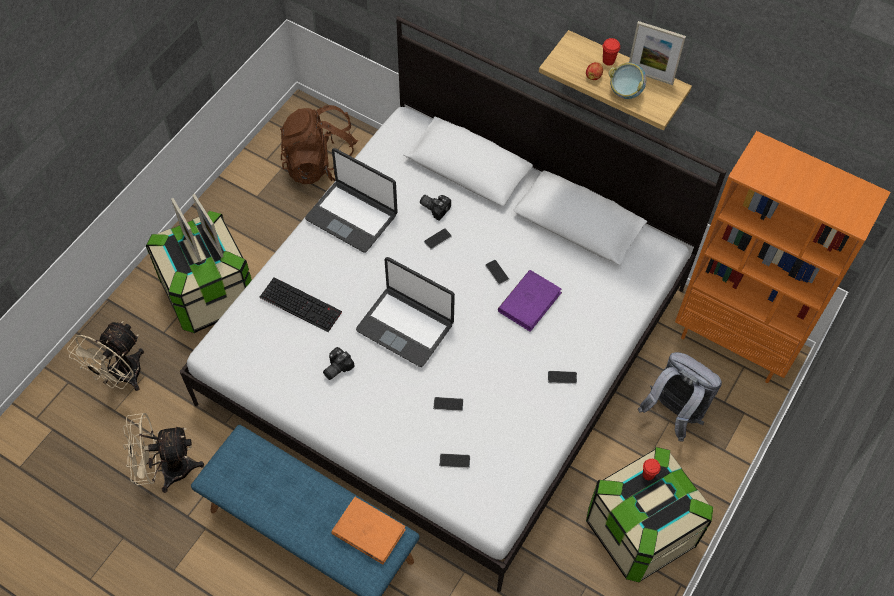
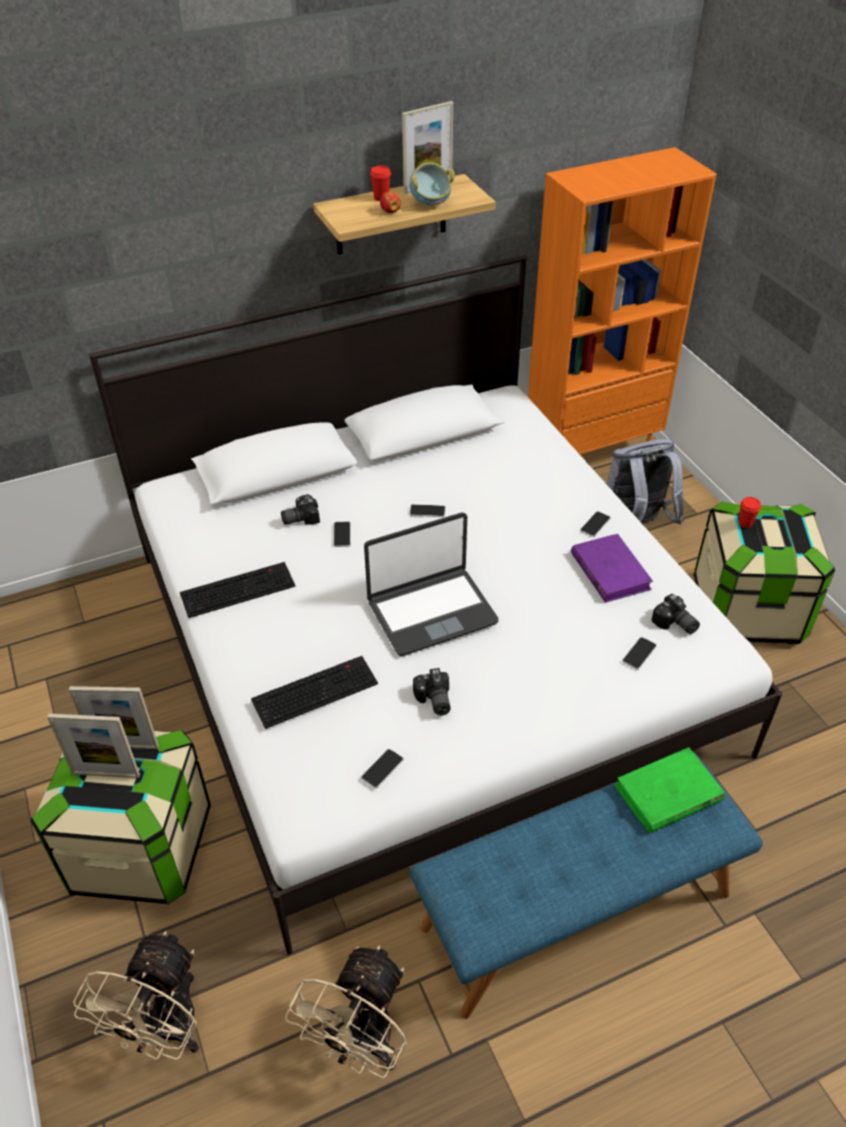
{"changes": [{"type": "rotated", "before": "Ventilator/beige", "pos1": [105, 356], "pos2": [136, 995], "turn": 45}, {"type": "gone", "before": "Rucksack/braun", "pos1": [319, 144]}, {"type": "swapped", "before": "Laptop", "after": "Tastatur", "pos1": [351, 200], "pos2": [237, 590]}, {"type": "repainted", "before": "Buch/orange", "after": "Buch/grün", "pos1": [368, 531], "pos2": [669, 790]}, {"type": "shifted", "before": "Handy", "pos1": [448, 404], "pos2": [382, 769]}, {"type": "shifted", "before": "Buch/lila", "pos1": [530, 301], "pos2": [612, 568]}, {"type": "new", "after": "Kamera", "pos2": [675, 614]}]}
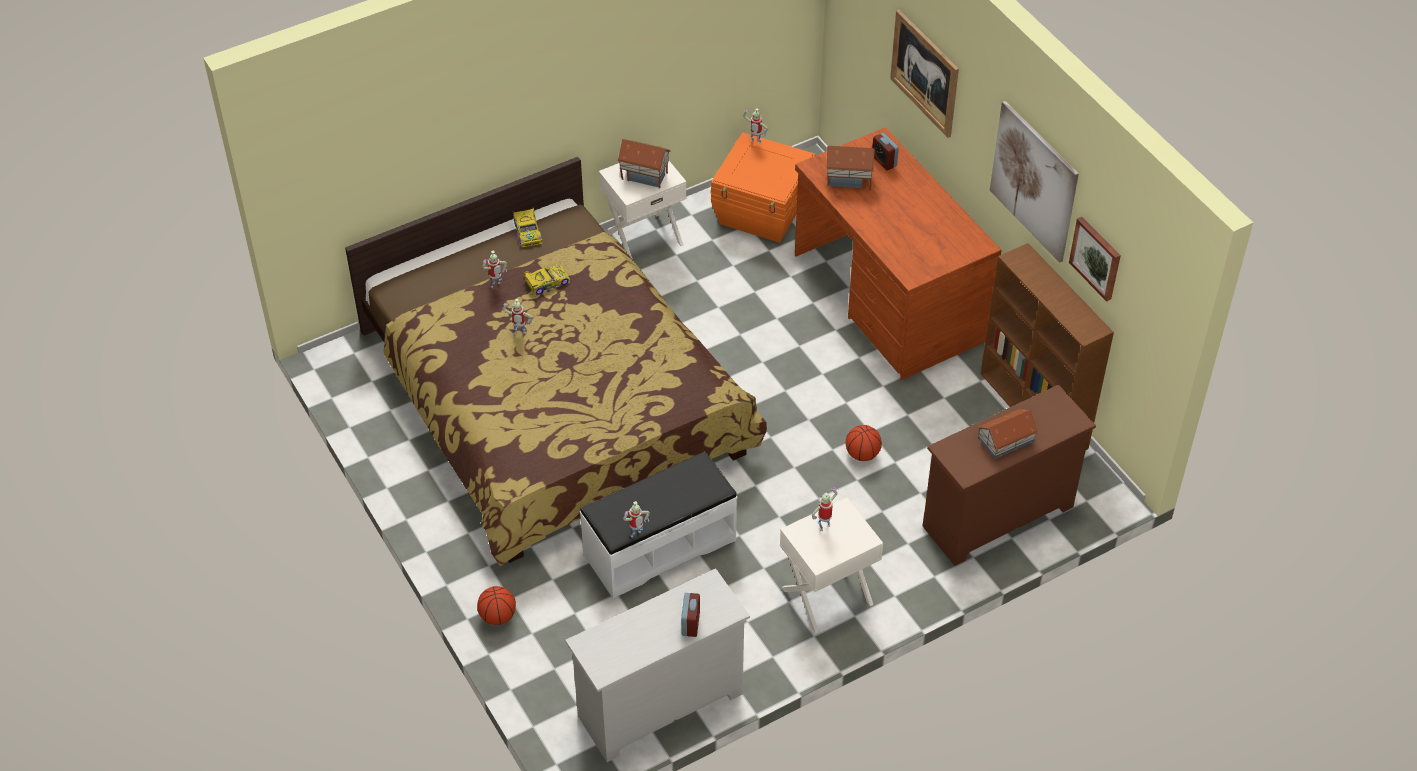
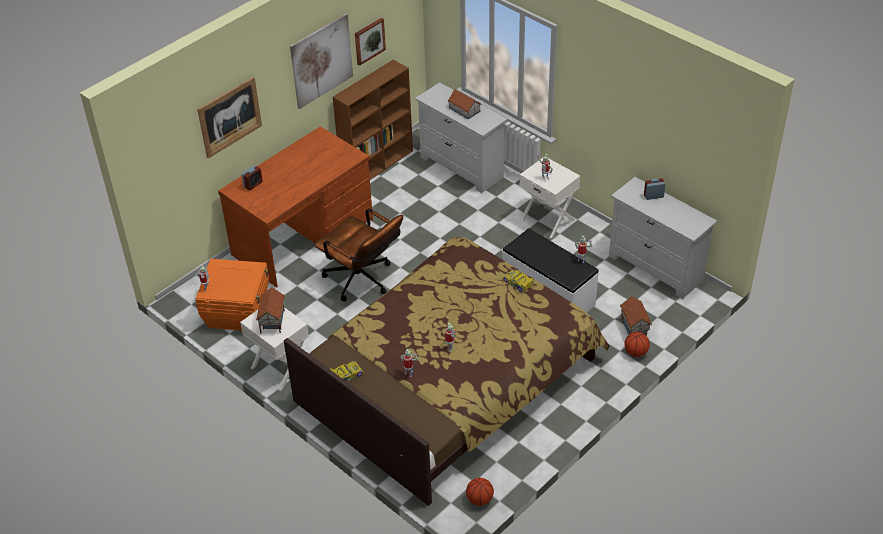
{"changes": [{"type": "shifted", "before": "Spielzeugauto", "pos1": [547, 280], "pos2": [518, 281]}, {"type": "shifted", "before": "Spielzeughaus", "pos1": [850, 168], "pos2": [636, 316]}, {"type": "shifted", "before": "Basketball", "pos1": [864, 443], "pos2": [480, 492]}, {"type": "repainted", "before": "Kommode/braun", "after": "Kommode/weiß", "pos1": [1009, 475], "pos2": [461, 137]}, {"type": "new", "after": "Bürostuhl/braun", "pos2": [358, 255]}]}
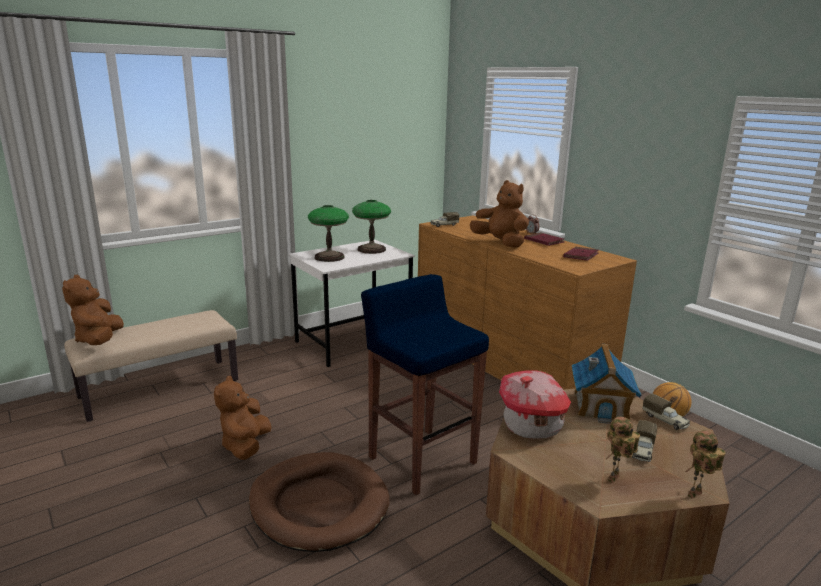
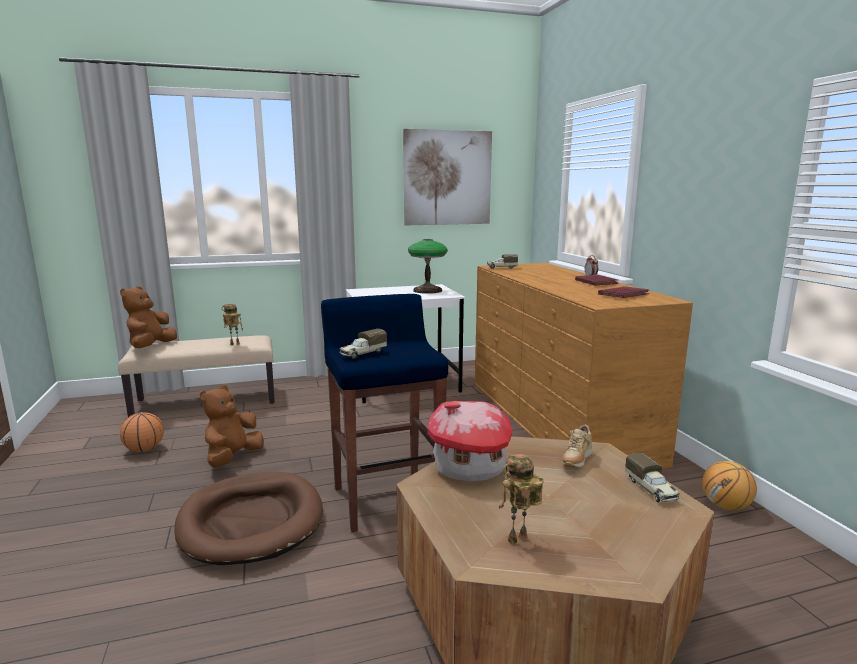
{"changes": [{"type": "gone", "before": "Tischlampe", "pos1": [328, 233]}, {"type": "gone", "before": "Plüschtier/braun", "pos1": [499, 214]}, {"type": "swapped", "before": "Spielzeughaus", "after": "Schuh/beige", "pos1": [607, 384], "pos2": [577, 446]}, {"type": "shifted", "before": "Spielzeuglaster", "pos1": [644, 441], "pos2": [363, 344]}, {"type": "shifted", "before": "Spielzeugroboter", "pos1": [705, 464], "pos2": [232, 324]}, {"type": "new", "after": "Basketball", "pos2": [142, 432]}, {"type": "new", "after": "Bild", "pos2": [447, 177]}]}
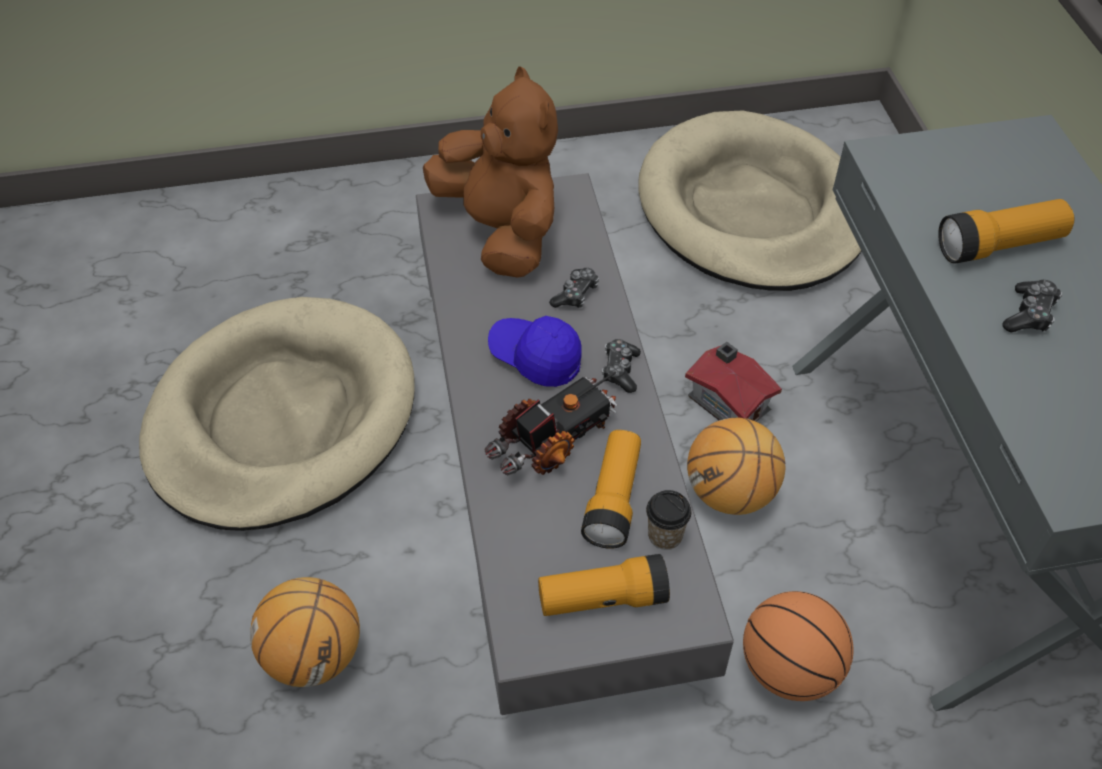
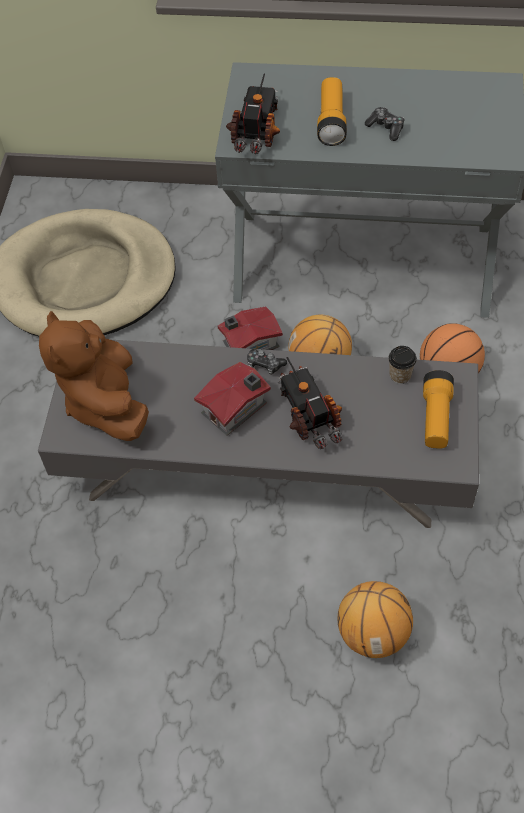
{"changes": [{"type": "gone", "before": "Hundebett/beige", "pos1": [277, 414]}, {"type": "rotated", "before": "Plüschtier/braun", "pos1": [490, 172], "pos2": [94, 376], "turn": -90}, {"type": "swapped", "before": "Kappe/blau", "after": "Spielzeughaus", "pos1": [534, 351], "pos2": [232, 399]}, {"type": "gone", "before": "Gamepad", "pos1": [574, 288]}, {"type": "gone", "before": "Taschenlampe", "pos1": [611, 489]}, {"type": "new", "after": "Spielzeuglaster", "pos2": [253, 113]}]}
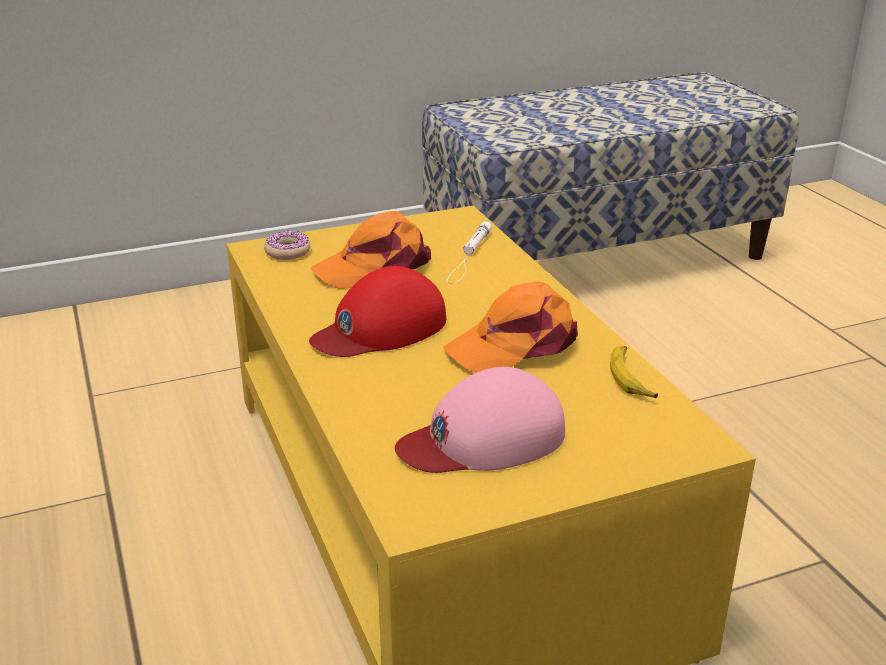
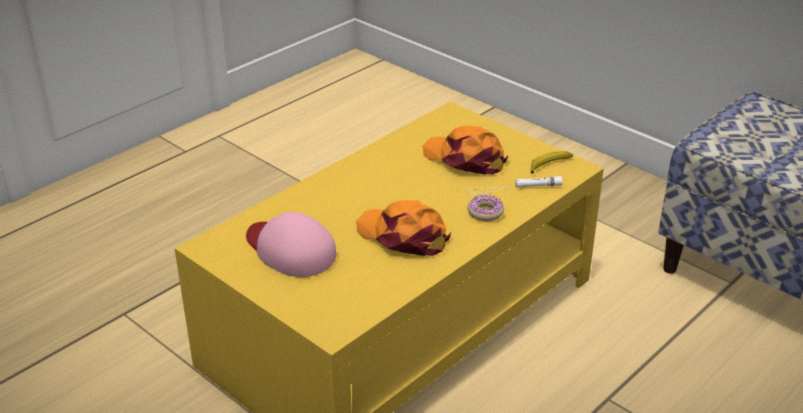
{"changes": [{"type": "shifted", "before": "Donut", "pos1": [287, 245], "pos2": [485, 208]}, {"type": "gone", "before": "Kappe/rot", "pos1": [377, 311]}, {"type": "shifted", "before": "Banane", "pos1": [634, 372], "pos2": [552, 162]}]}
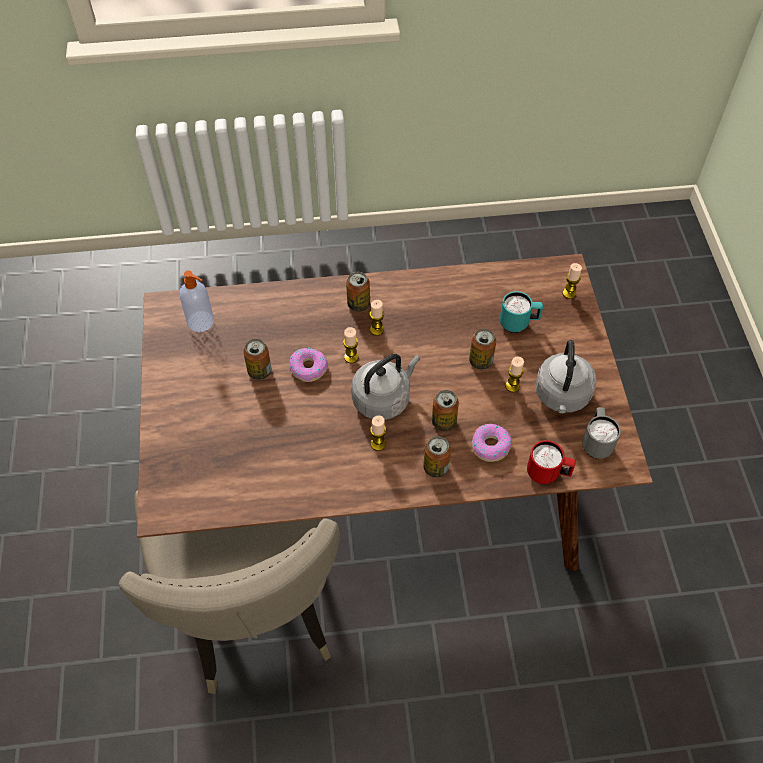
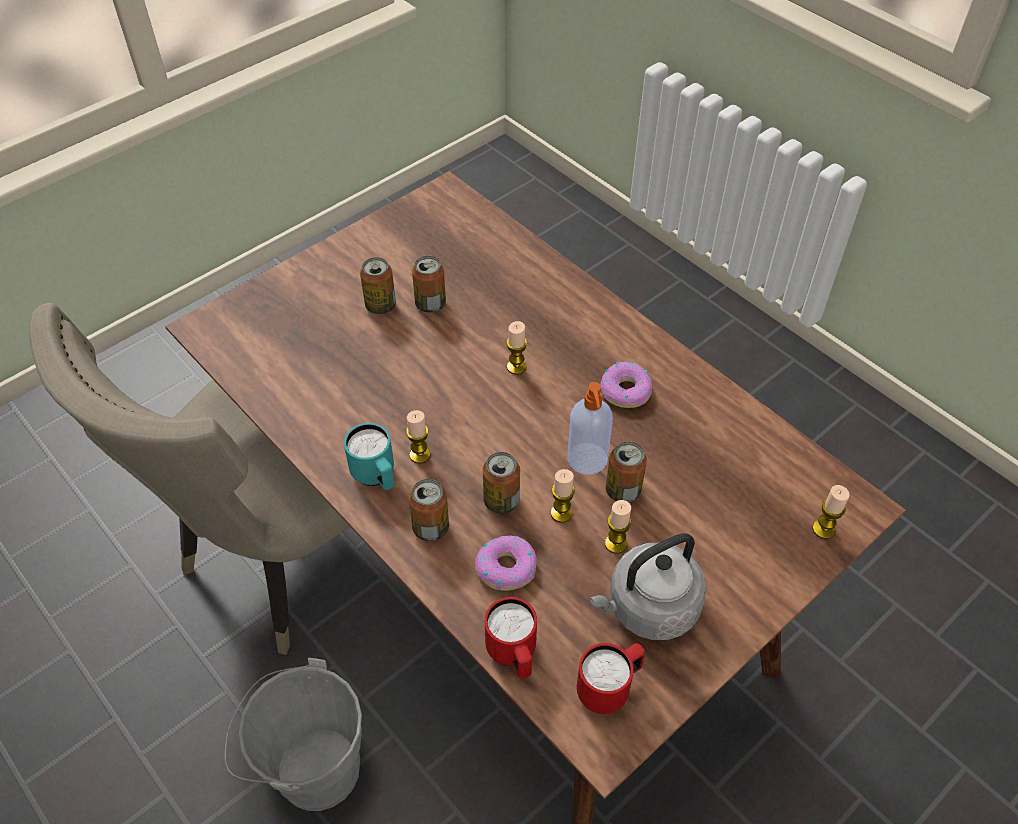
{"changes": [{"type": "shifted", "before": "Seifenspender", "pos1": [197, 301], "pos2": [590, 428]}, {"type": "shifted", "before": "Donut", "pos1": [308, 365], "pos2": [626, 385]}, {"type": "shifted", "before": "Dose", "pos1": [358, 292], "pos2": [378, 285]}, {"type": "gone", "before": "Wasserkessel/grau", "pos1": [385, 387]}, {"type": "shifted", "before": "Kerze", "pos1": [377, 318], "pos2": [563, 496]}, {"type": "shifted", "before": "Henkelbecher/türkis", "pos1": [521, 312], "pos2": [369, 456]}, {"type": "repainted", "before": "Henkelbecher/grau", "after": "Henkelbecher/rot", "pos1": [601, 433], "pos2": [611, 678]}, {"type": "new", "after": "Eimer/grau", "pos2": [293, 734]}]}
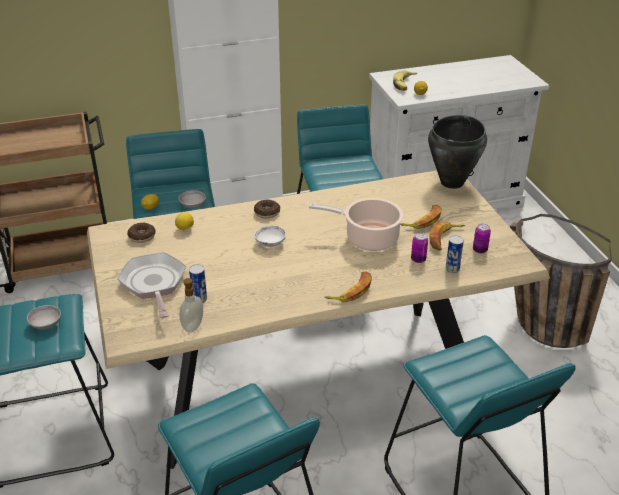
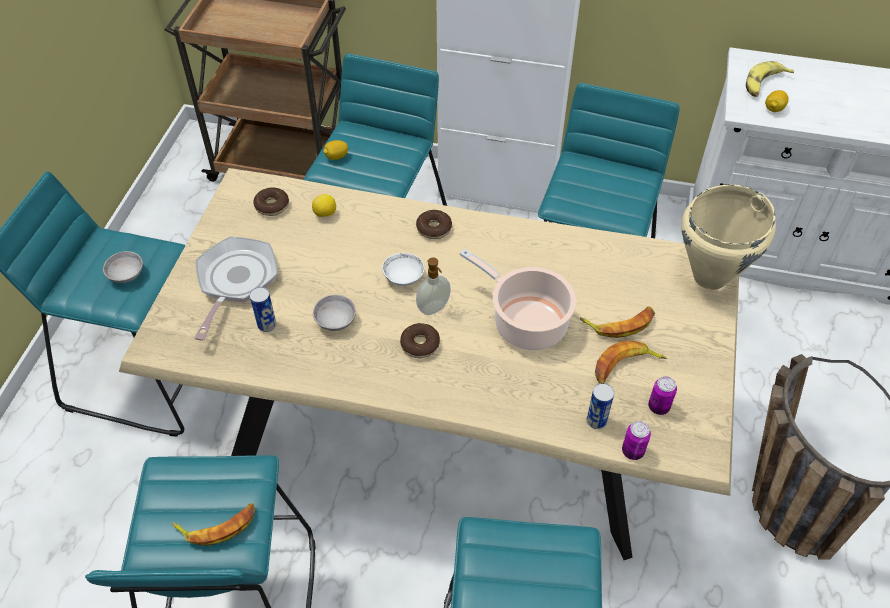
{"changes": [{"type": "shifted", "before": "Schüssel/grau", "pos1": [192, 199], "pos2": [334, 313]}, {"type": "shifted", "before": "Seifenspender", "pos1": [191, 305], "pos2": [433, 286]}, {"type": "shifted", "before": "Banane", "pos1": [348, 286], "pos2": [213, 524]}, {"type": "shifted", "before": "Dose", "pos1": [419, 248], "pos2": [636, 440]}, {"type": "repainted", "before": "Kochtopf/schwarz", "after": "Kochtopf/beige", "pos1": [457, 152], "pos2": [728, 237]}, {"type": "new", "after": "Donut", "pos2": [420, 340]}]}
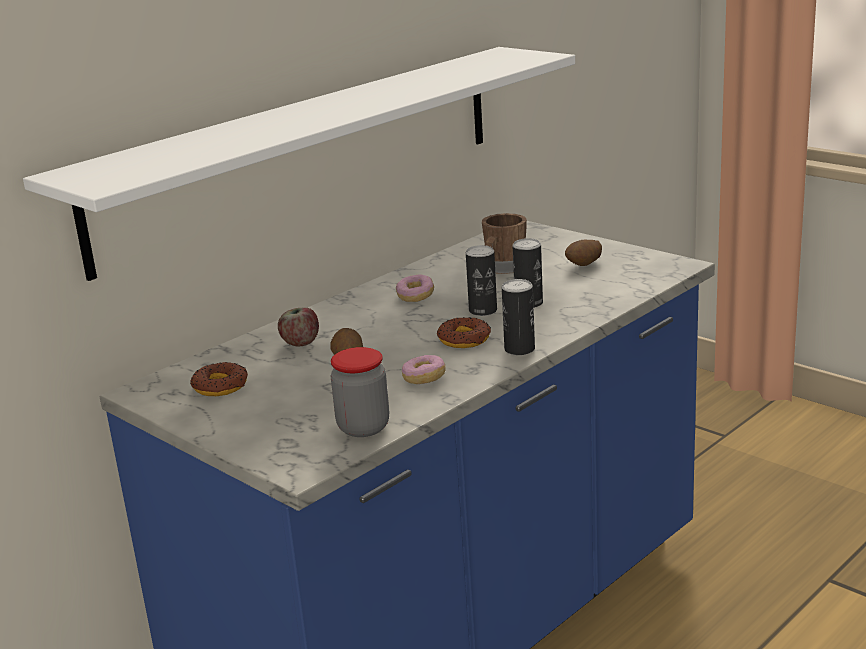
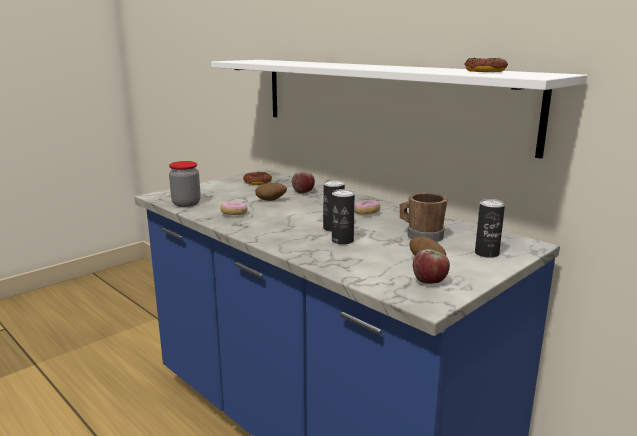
{"changes": [{"type": "shifted", "before": "Donut", "pos1": [464, 332], "pos2": [486, 65]}, {"type": "shifted", "before": "Dose", "pos1": [518, 317], "pos2": [490, 228]}, {"type": "new", "after": "Apfel", "pos2": [431, 266]}]}
